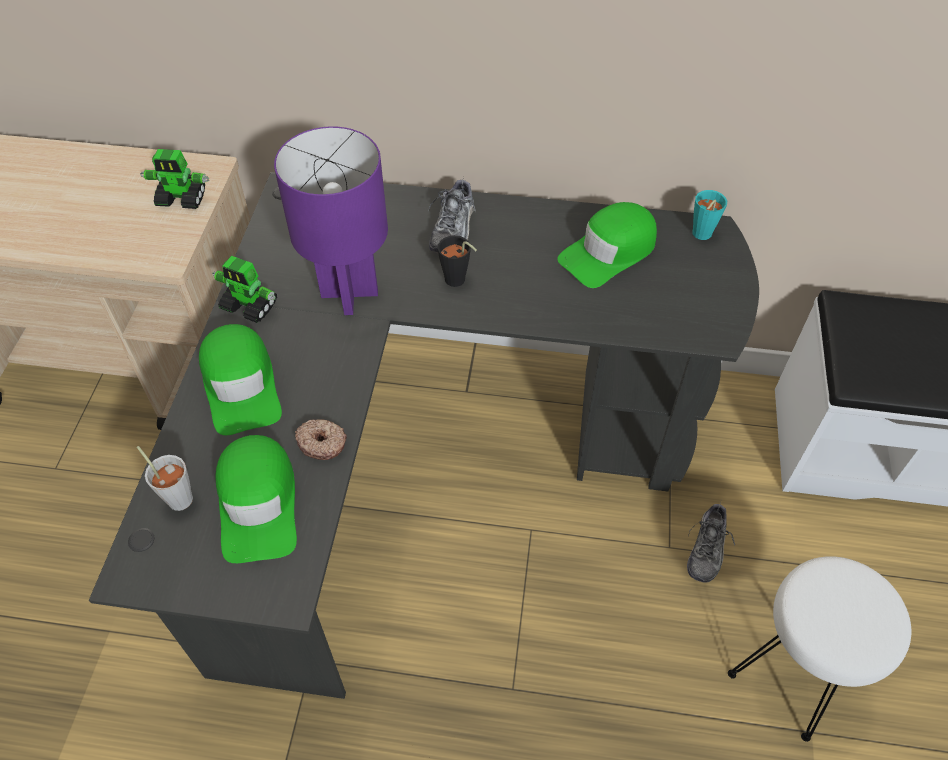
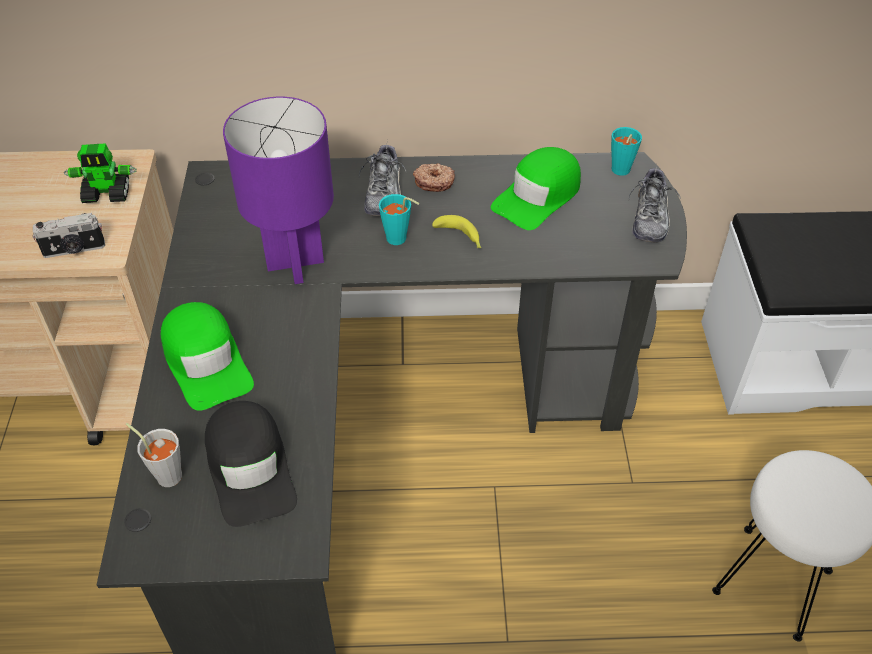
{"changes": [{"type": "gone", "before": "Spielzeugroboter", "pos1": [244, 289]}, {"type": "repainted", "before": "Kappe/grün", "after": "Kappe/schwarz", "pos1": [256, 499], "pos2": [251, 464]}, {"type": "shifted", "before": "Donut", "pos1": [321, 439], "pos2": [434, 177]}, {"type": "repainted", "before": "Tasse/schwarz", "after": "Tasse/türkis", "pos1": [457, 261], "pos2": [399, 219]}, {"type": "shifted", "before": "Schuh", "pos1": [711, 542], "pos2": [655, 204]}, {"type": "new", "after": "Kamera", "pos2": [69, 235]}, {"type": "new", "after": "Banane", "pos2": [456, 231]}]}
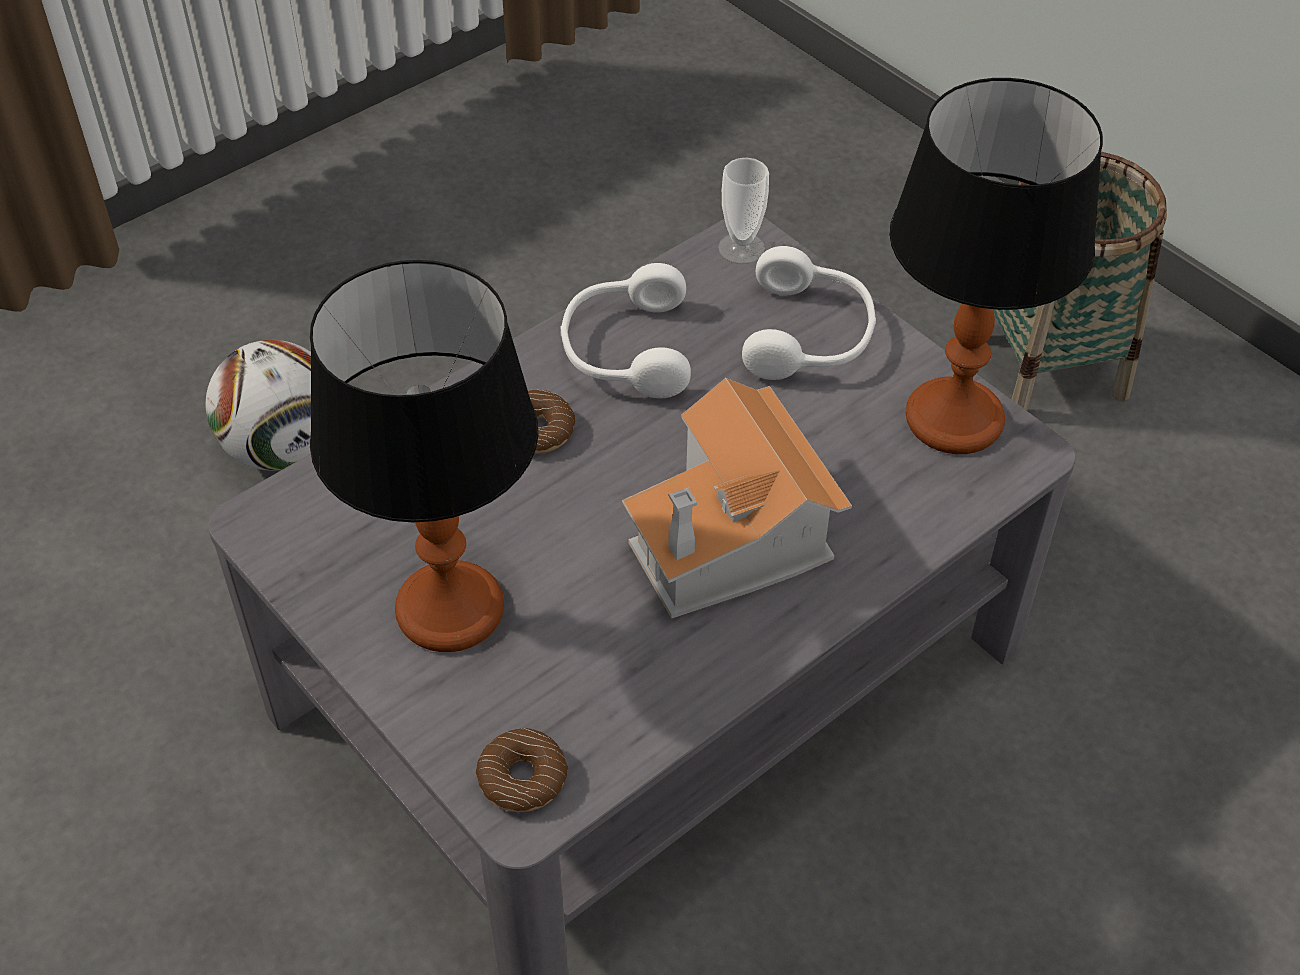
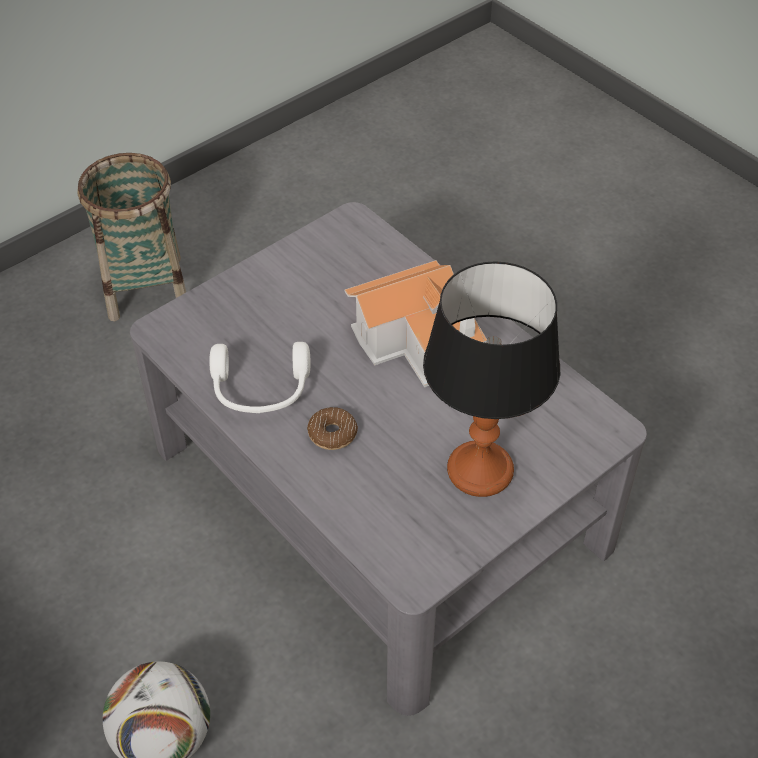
{"changes": [{"type": "gone", "before": "Donut", "pos1": [522, 770]}, {"type": "gone", "before": "Tasse", "pos1": [743, 211]}, {"type": "gone", "before": "Kopfhörer/weiß", "pos1": [809, 313]}, {"type": "gone", "before": "Tischlampe", "pos1": [996, 266]}]}
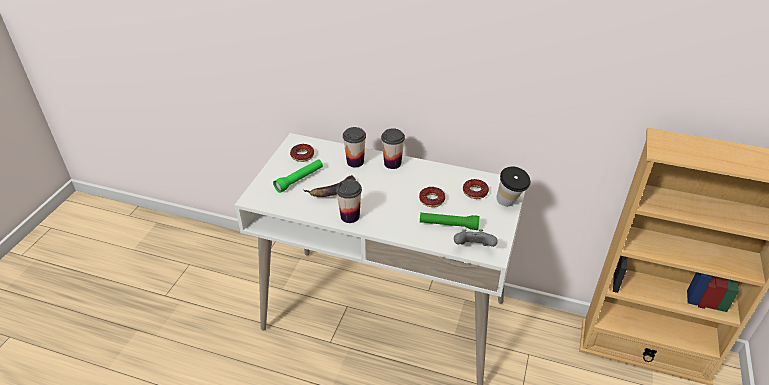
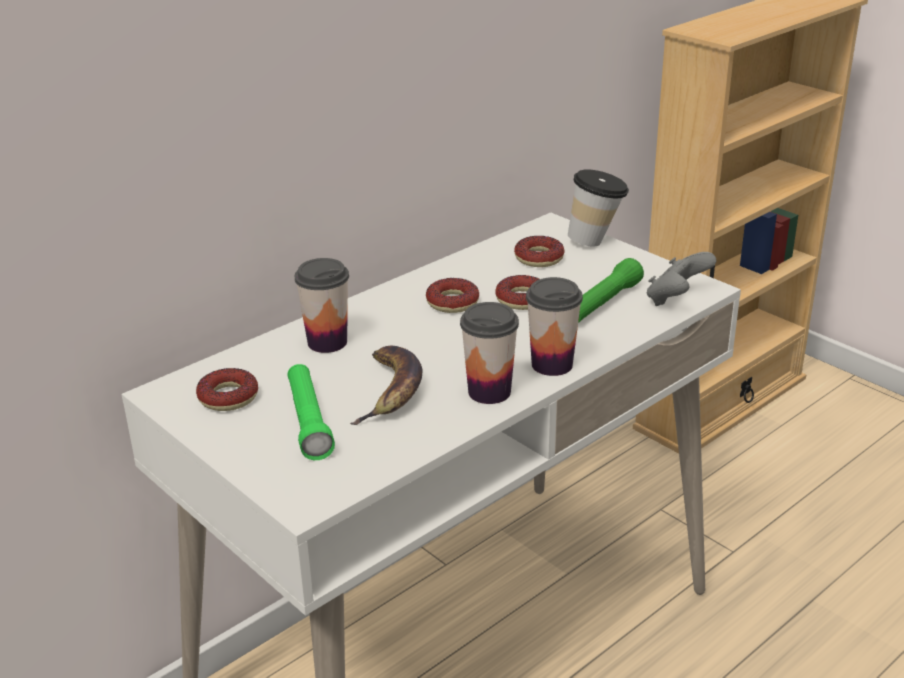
{"changes": [{"type": "shifted", "before": "Tasse", "pos1": [393, 148], "pos2": [554, 326]}, {"type": "new", "after": "Donut", "pos2": [452, 295]}]}
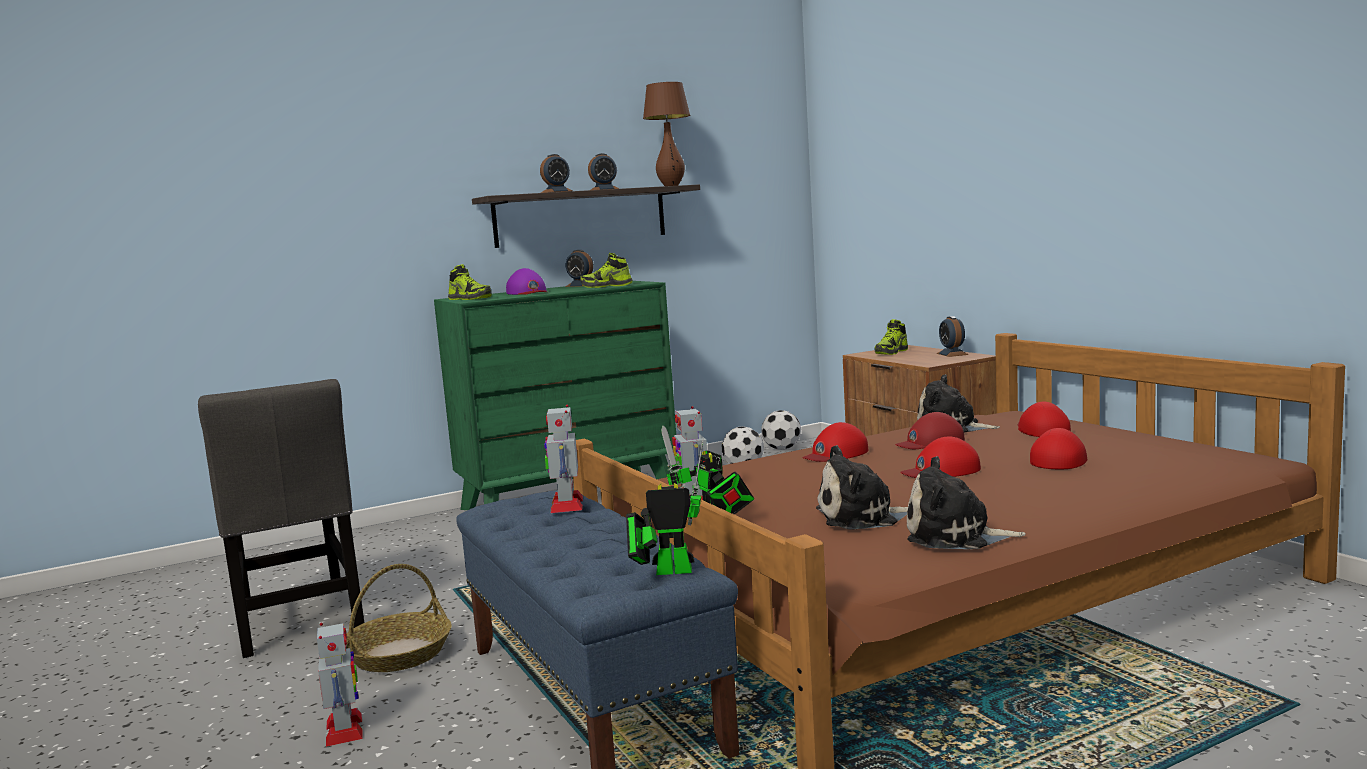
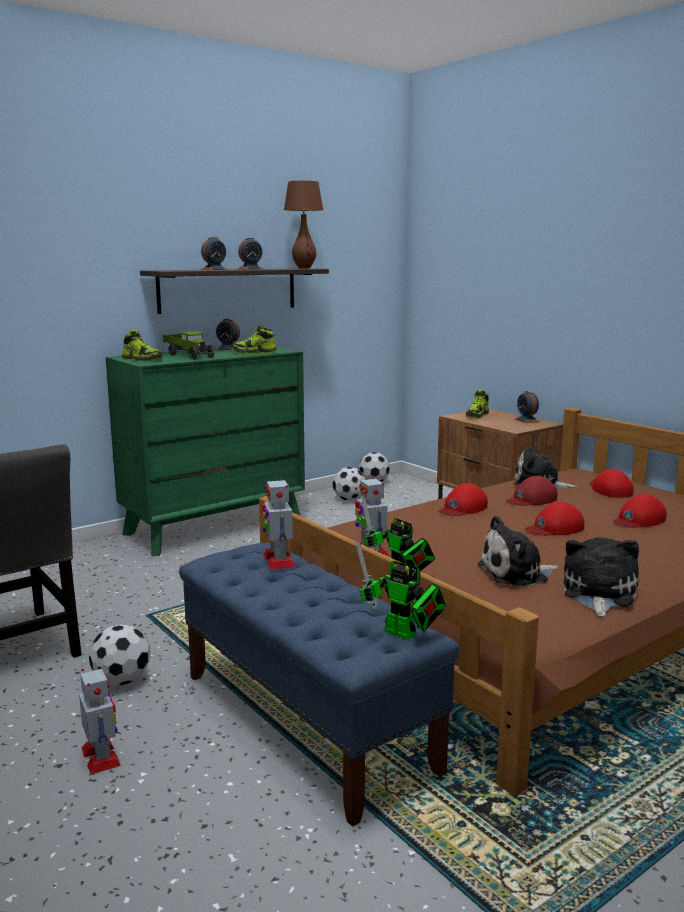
{"changes": [{"type": "swapped", "before": "Korb", "after": "Fußball", "pos1": [399, 618], "pos2": [119, 654]}, {"type": "swapped", "before": "Kappe/lila", "after": "Spielzeuglaster", "pos1": [526, 281], "pos2": [188, 345]}, {"type": "rotated", "before": "Spielzeugroboter", "pos1": [665, 507], "pos2": [401, 590], "turn": -135}, {"type": "rotated", "before": "Plüschtier", "pos1": [966, 502], "pos2": [601, 577], "turn": 105}, {"type": "rotated", "before": "Kappe/rot", "pos1": [1058, 448], "pos2": [639, 511], "turn": -150}]}
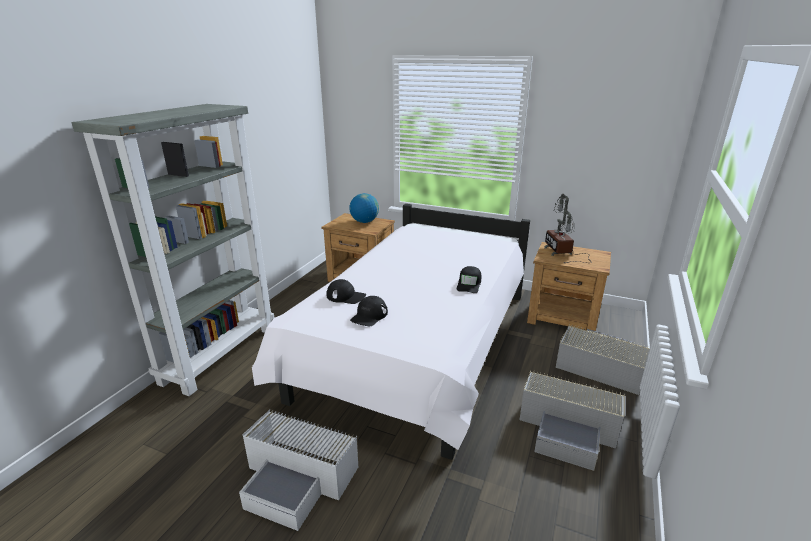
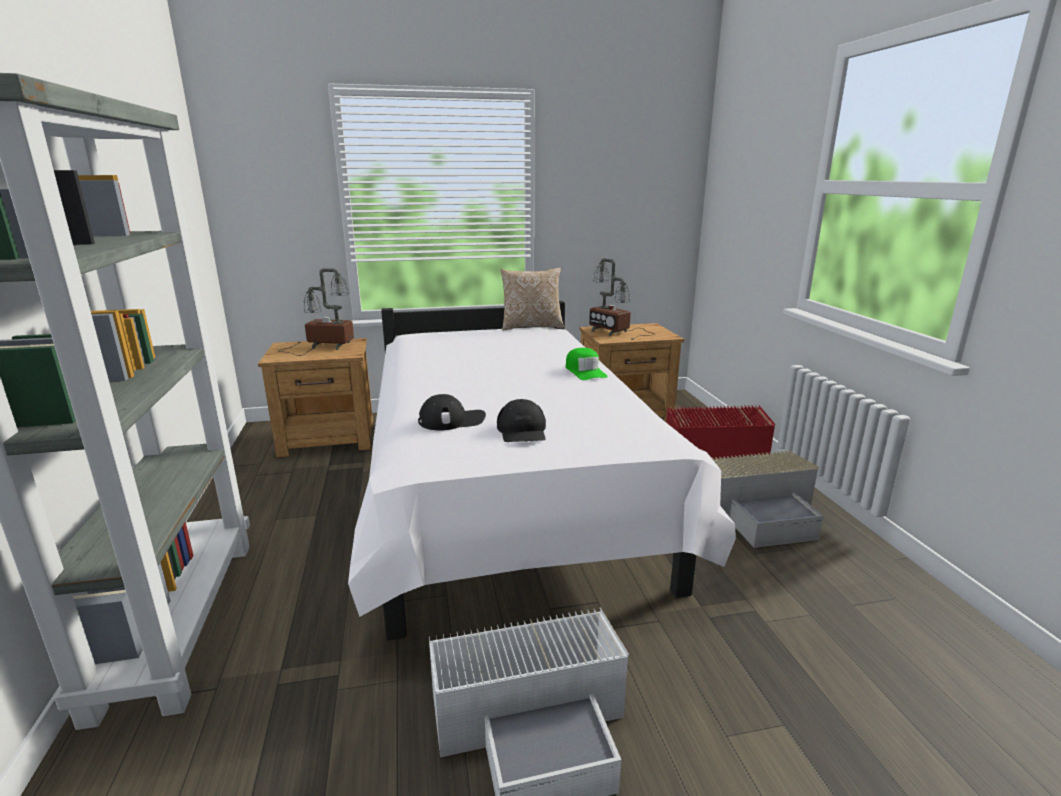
{"changes": [{"type": "swapped", "before": "Globus", "after": "Tischlampe", "pos1": [364, 208], "pos2": [316, 312]}, {"type": "repainted", "before": "Kappe/schwarz", "after": "Kappe/grün", "pos1": [469, 279], "pos2": [587, 364]}, {"type": "repainted", "before": "Aufbewahrungsbox/grau", "after": "Aufbewahrungsbox/rot", "pos1": [603, 359], "pos2": [720, 432]}, {"type": "new", "after": "Kissen", "pos2": [532, 298]}]}
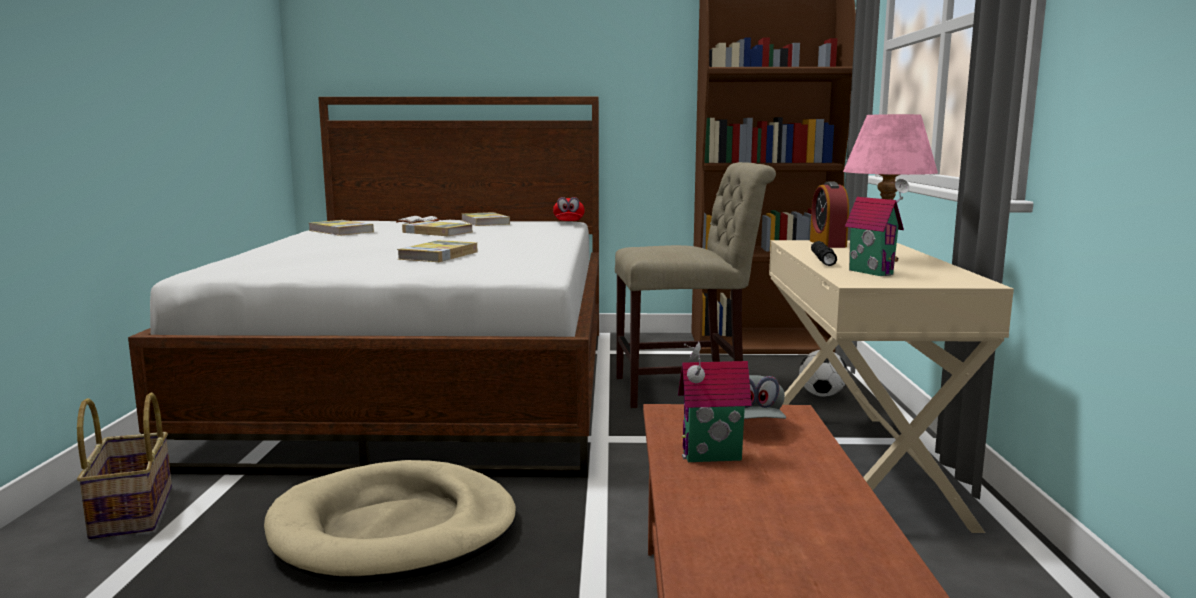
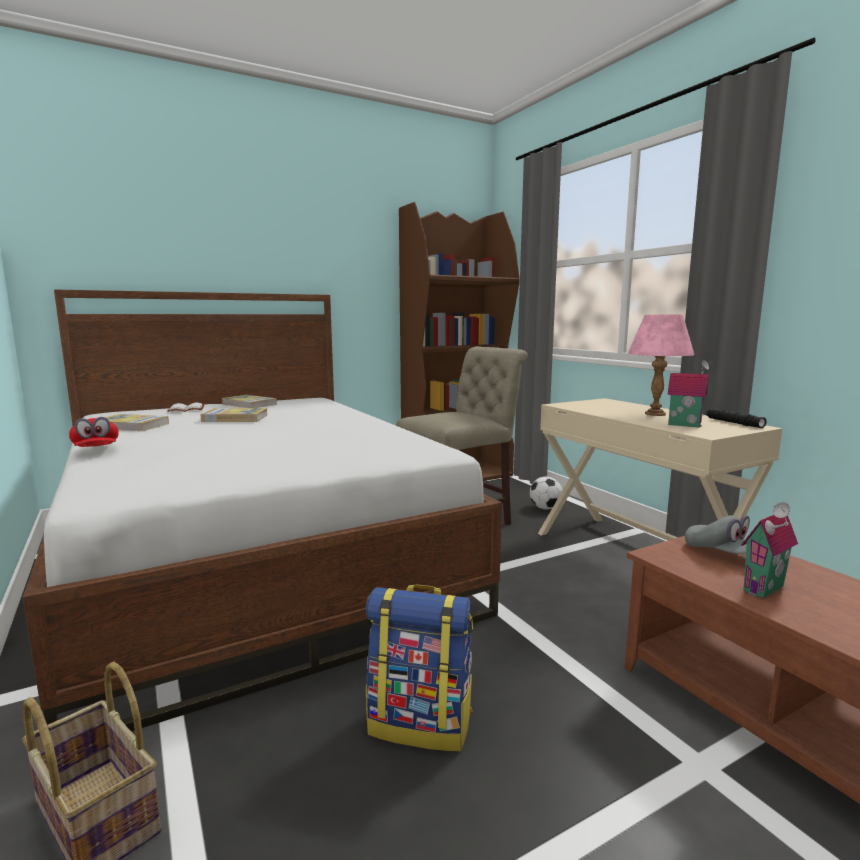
{"changes": [{"type": "swapped", "before": "Hundebett/beige", "after": "Rucksack", "pos1": [390, 521], "pos2": [419, 667]}, {"type": "gone", "before": "Buch", "pos1": [437, 251]}, {"type": "shifted", "before": "Kappe/rot", "pos1": [569, 209], "pos2": [94, 432]}, {"type": "gone", "before": "Wecker", "pos1": [829, 215]}, {"type": "shifted", "before": "Taschenlampe/schwarz", "pos1": [824, 253], "pos2": [736, 418]}]}
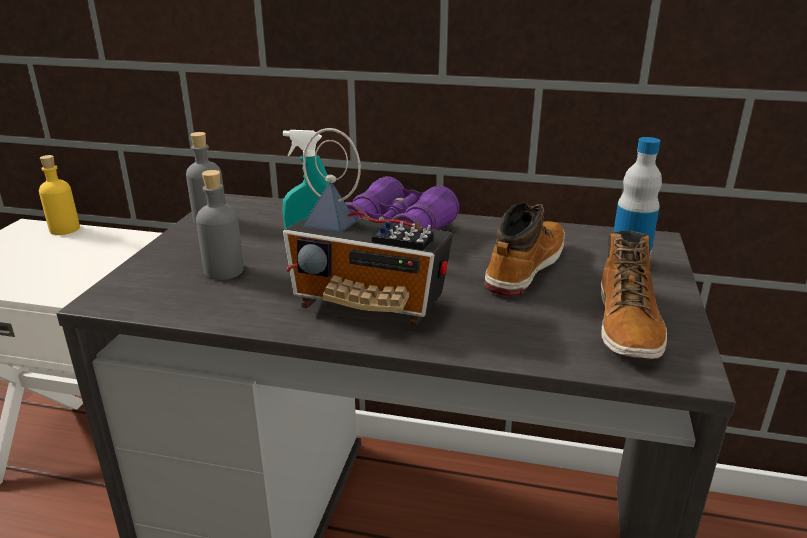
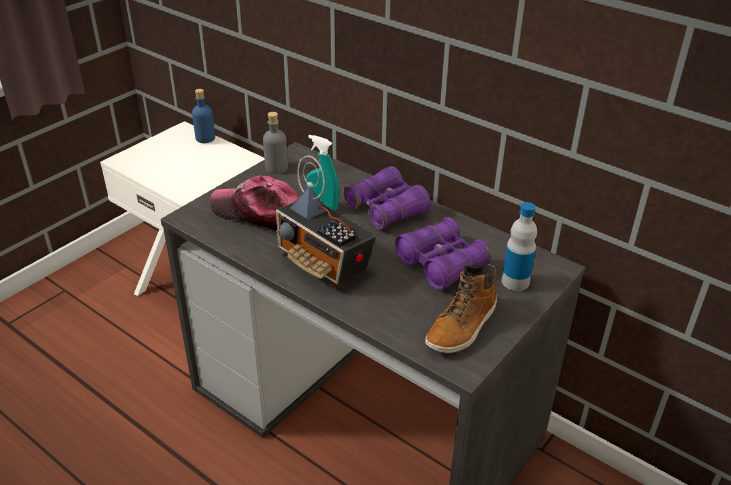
{"changes": [{"type": "repainted", "before": "Flasche/gelb", "after": "Flasche/blau", "pos1": [59, 195], "pos2": [203, 116]}, {"type": "swapped", "before": "Flasche/grau", "after": "Kappe", "pos1": [220, 225], "pos2": [254, 203]}, {"type": "swapped", "before": "Stiefel", "after": "Fernglas/lila", "pos1": [524, 248], "pos2": [443, 253]}]}
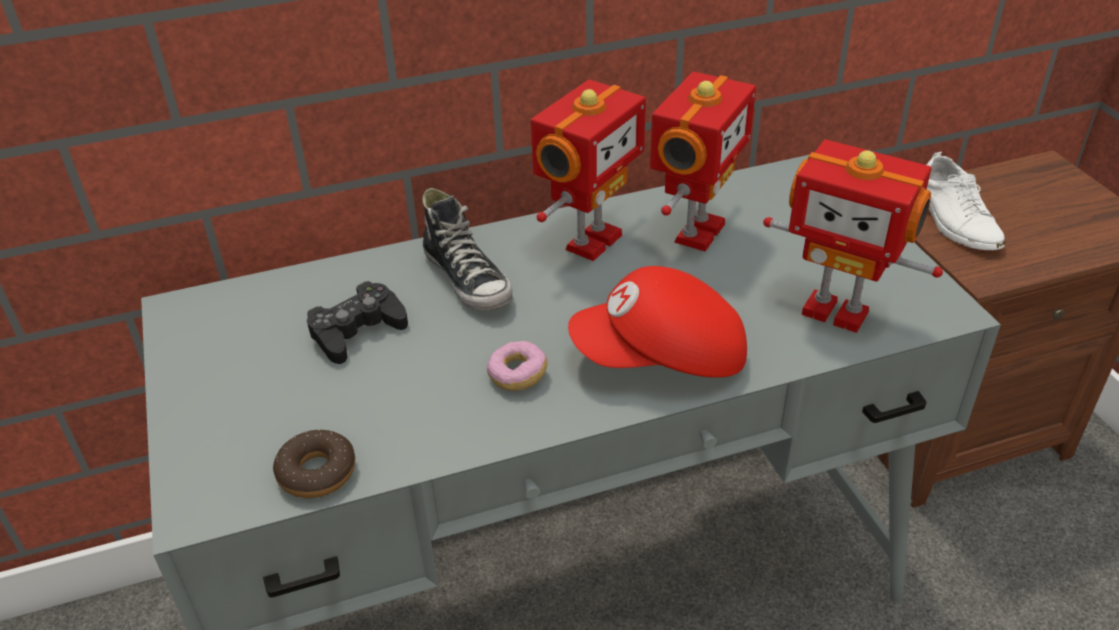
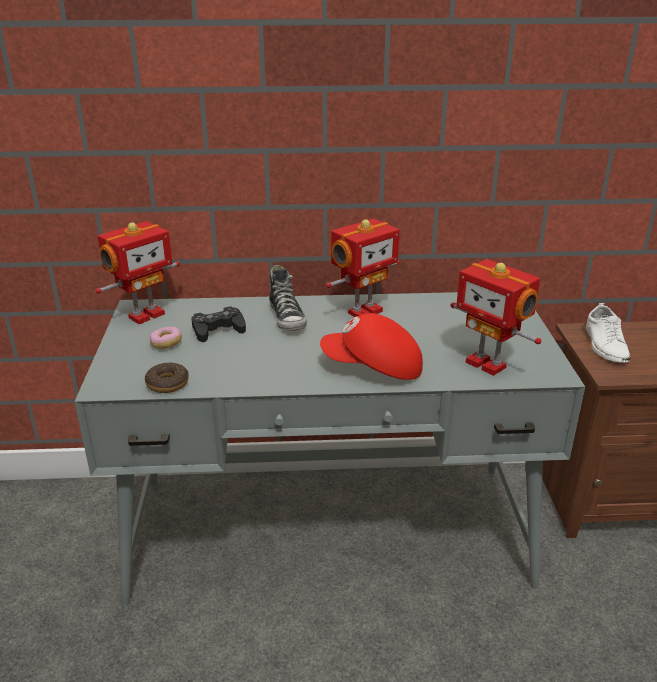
{"changes": [{"type": "shifted", "before": "Donut", "pos1": [517, 366], "pos2": [166, 338]}, {"type": "shifted", "before": "Spielzeugroboter", "pos1": [703, 161], "pos2": [137, 272]}]}
